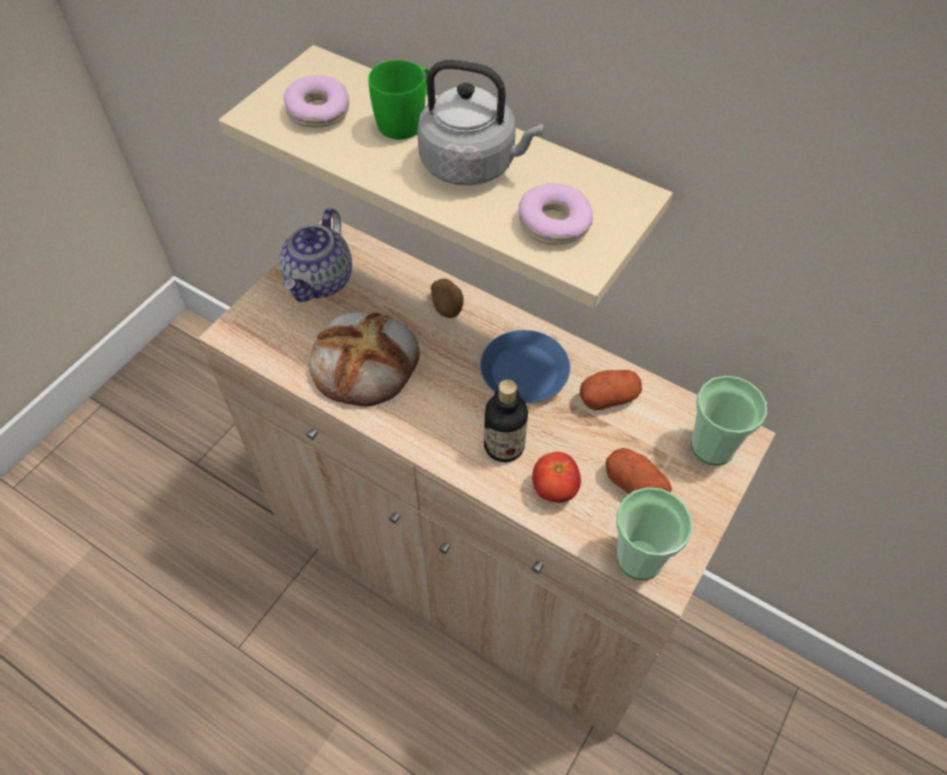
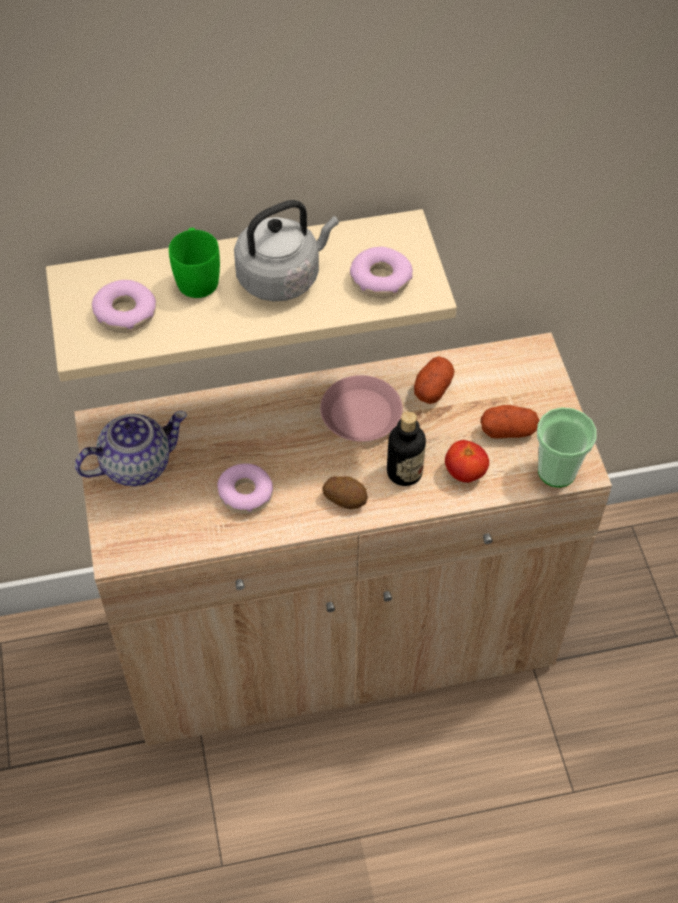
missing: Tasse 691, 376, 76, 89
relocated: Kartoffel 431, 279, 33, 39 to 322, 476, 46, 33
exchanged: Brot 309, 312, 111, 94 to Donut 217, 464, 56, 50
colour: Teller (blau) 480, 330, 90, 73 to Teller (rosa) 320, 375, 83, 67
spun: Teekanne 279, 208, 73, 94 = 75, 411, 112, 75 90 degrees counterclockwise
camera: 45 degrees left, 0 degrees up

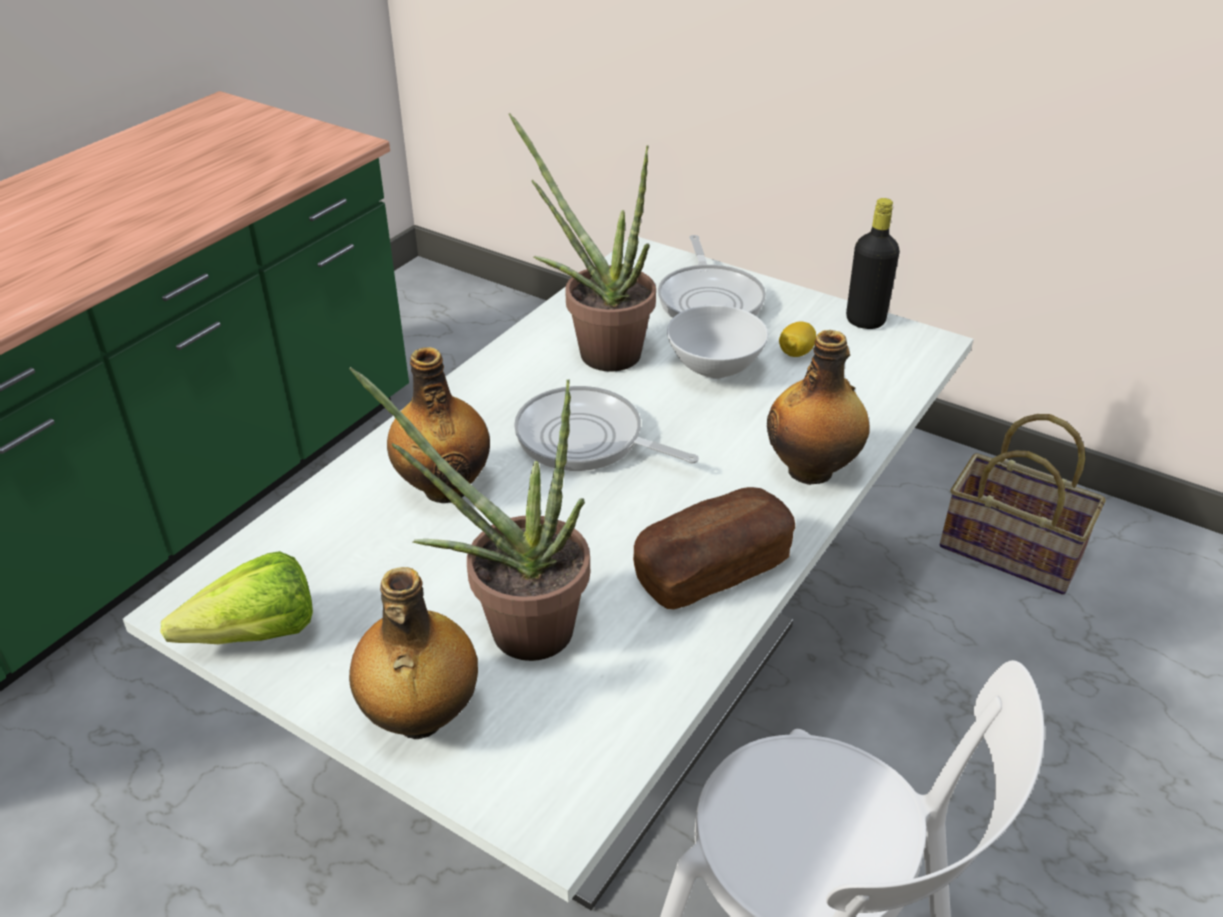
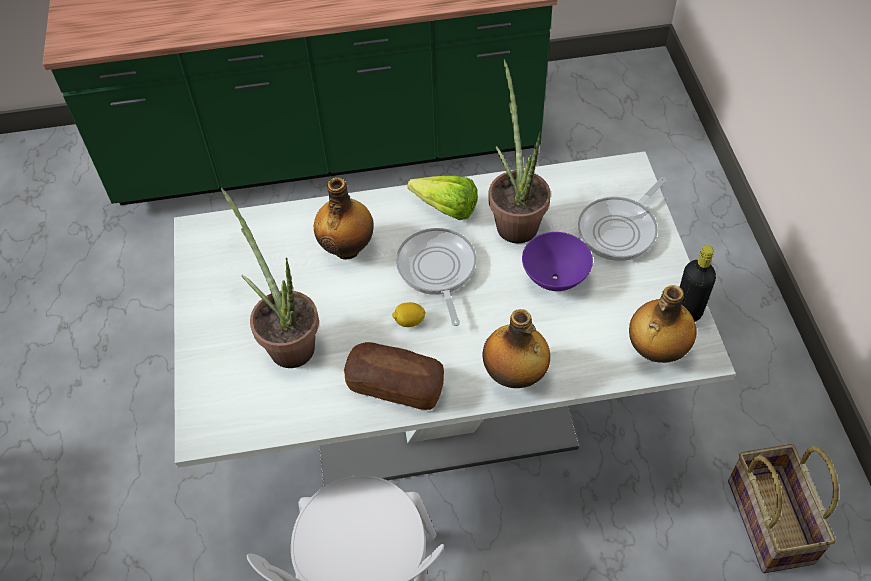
relocated: Zitrone 779, 321, 37, 36 to 392, 302, 34, 25; Salatkopf 161, 551, 152, 93 to 408, 176, 70, 44; Flasche 349, 567, 129, 172 to 629, 285, 68, 78
colour: Schüssel (weiß) 667, 305, 101, 74 to Schüssel (lila) 522, 232, 71, 59
camera: 50 degrees right, 15 degrees up

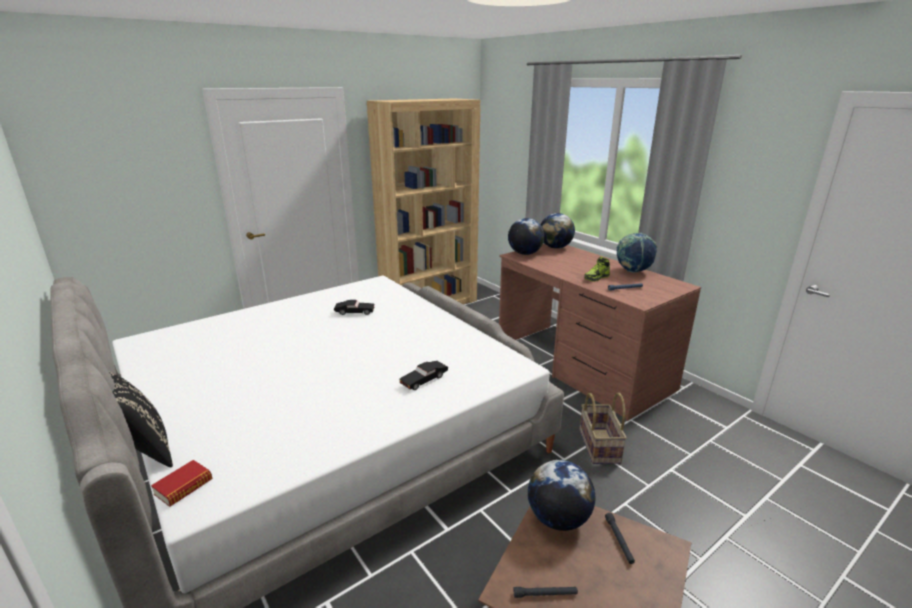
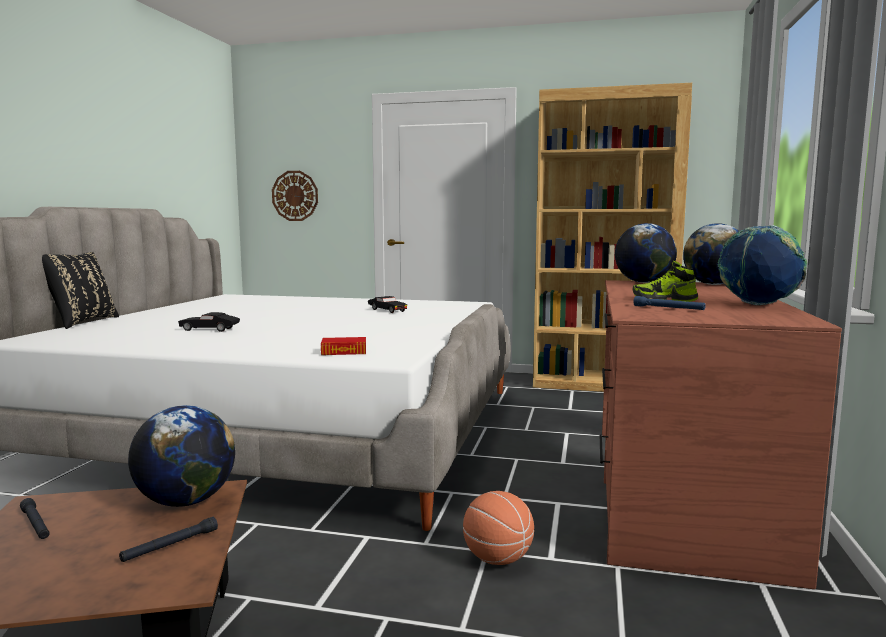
appeared: Wanduhr 272, 171, 46, 50
relocated: Spielzeugauto (schwarz) 399, 361, 49, 29 to 178, 312, 62, 20; Buch 151, 460, 62, 47 to 321, 337, 45, 18
exchanged: Korb 579, 393, 48, 71 to Basketball 463, 491, 71, 74
camera: 50 degrees right, 15 degrees down

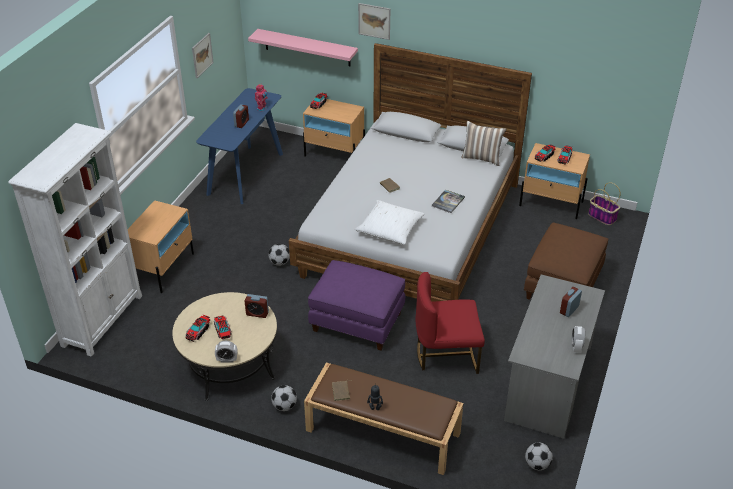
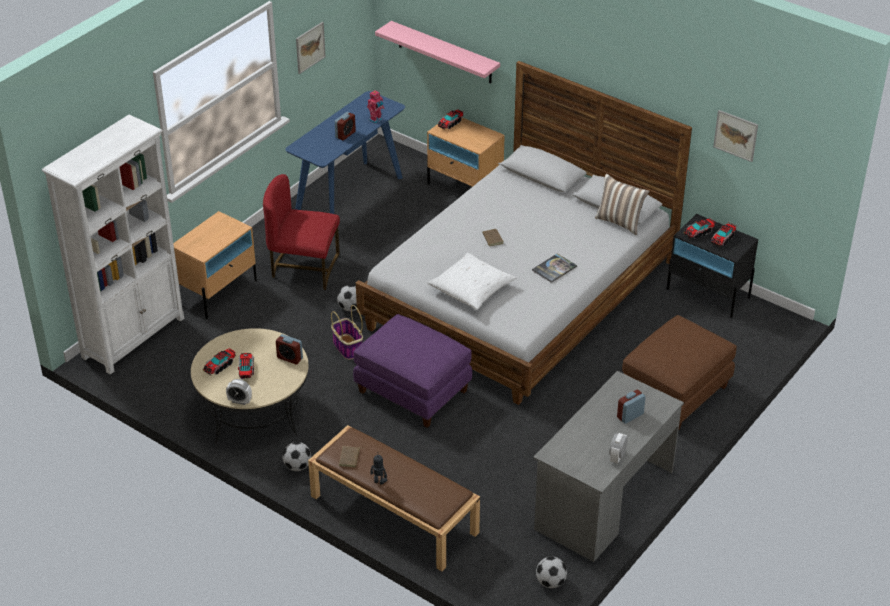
relocated: Bild 358, 3, 32, 37 to 713, 110, 45, 52; Korb 588, 182, 33, 43 to 331, 305, 32, 55; Stuhl (rot) 416, 272, 69, 102 to 263, 174, 77, 116
colour: Nachttisch (beige) 519, 143, 71, 76 to Nachttisch (schwarz) 666, 214, 92, 104
camera: 15 degrees right, 0 degrees up

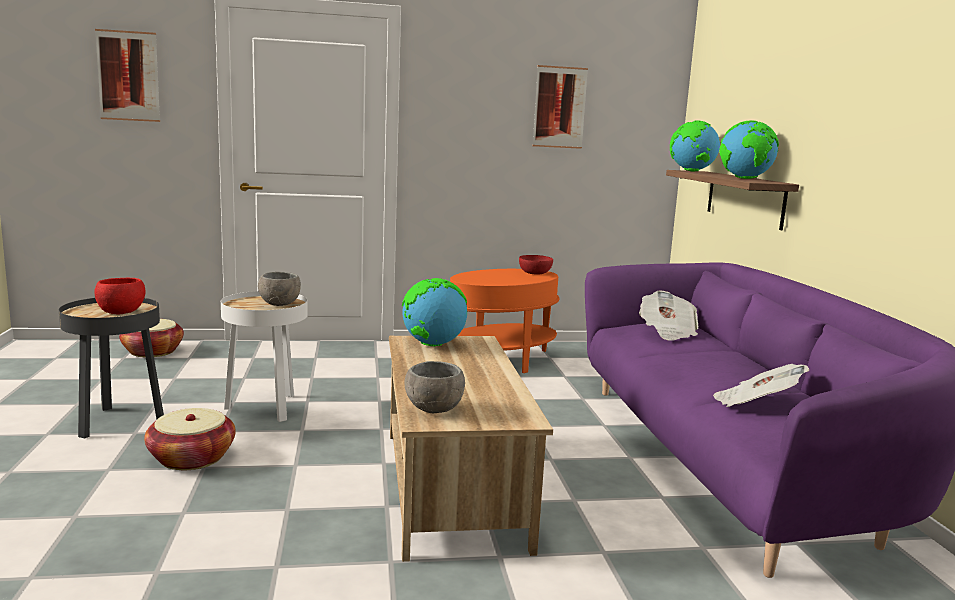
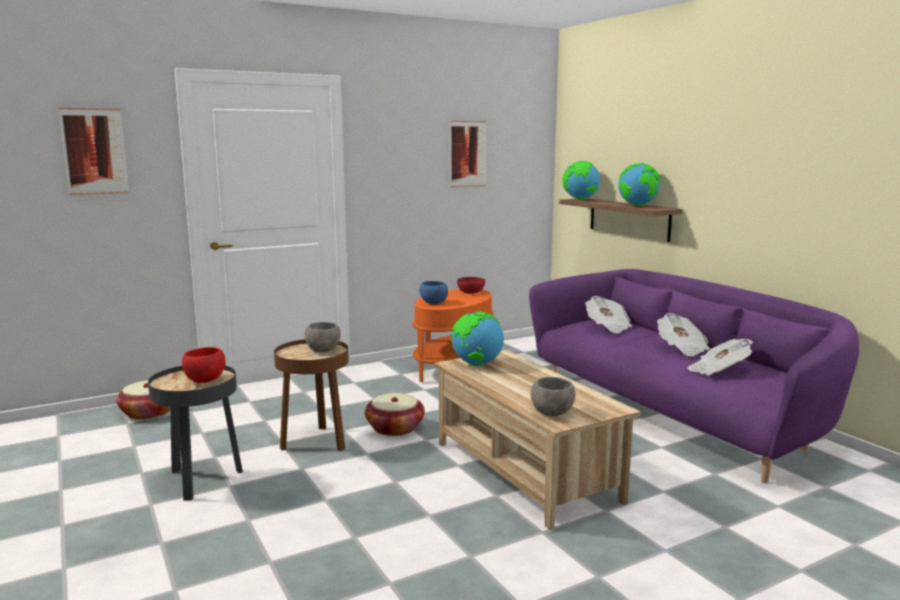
appeared: Schüssel (blau) 420, 281, 28, 23; Zeitung 657, 313, 53, 43
relocated: Korb 144, 408, 92, 62 to 365, 393, 60, 43
colour: Beistelltisch (weiß) 221, 291, 87, 131 to Beistelltisch (braun) 274, 339, 75, 112
camera: 20 degrees left, 0 degrees up

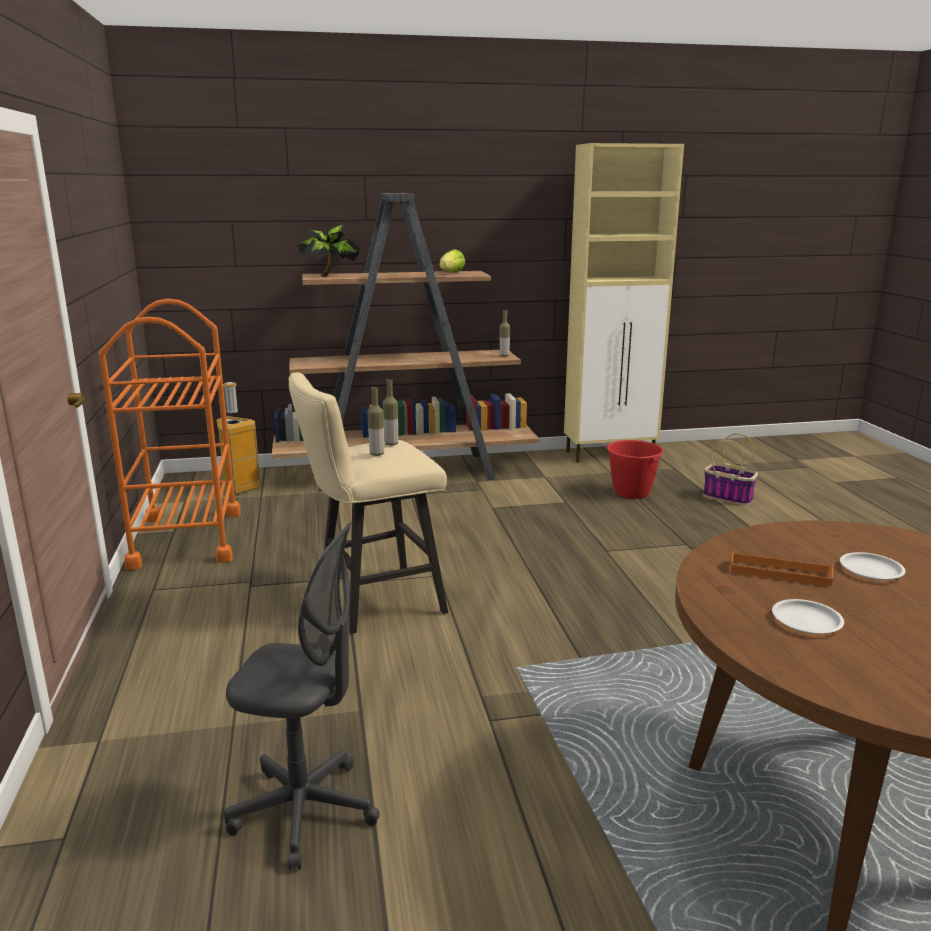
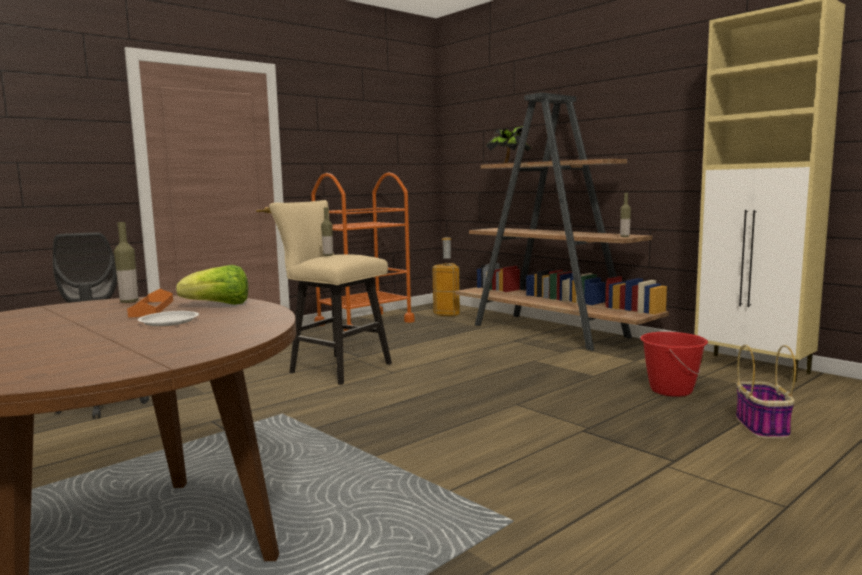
missing: Teller (weiß) 772, 599, 72, 35
relocated: Salatkopf 440, 249, 25, 23 to 176, 265, 72, 40; Flasche 382, 379, 16, 67 to 114, 222, 24, 81
camera: 60 degrees right, 10 degrees down

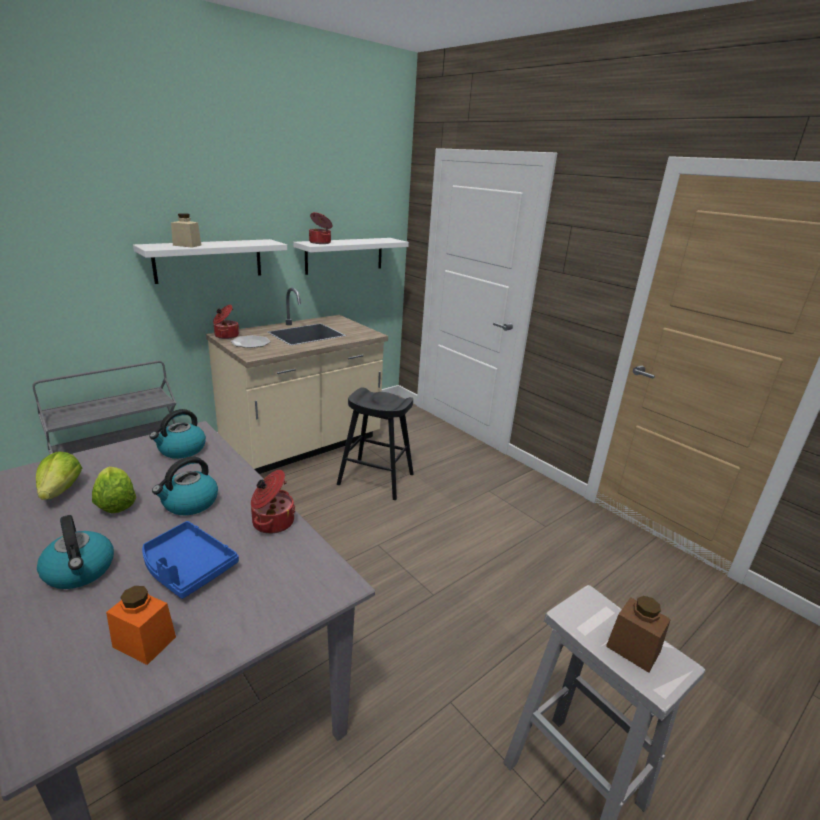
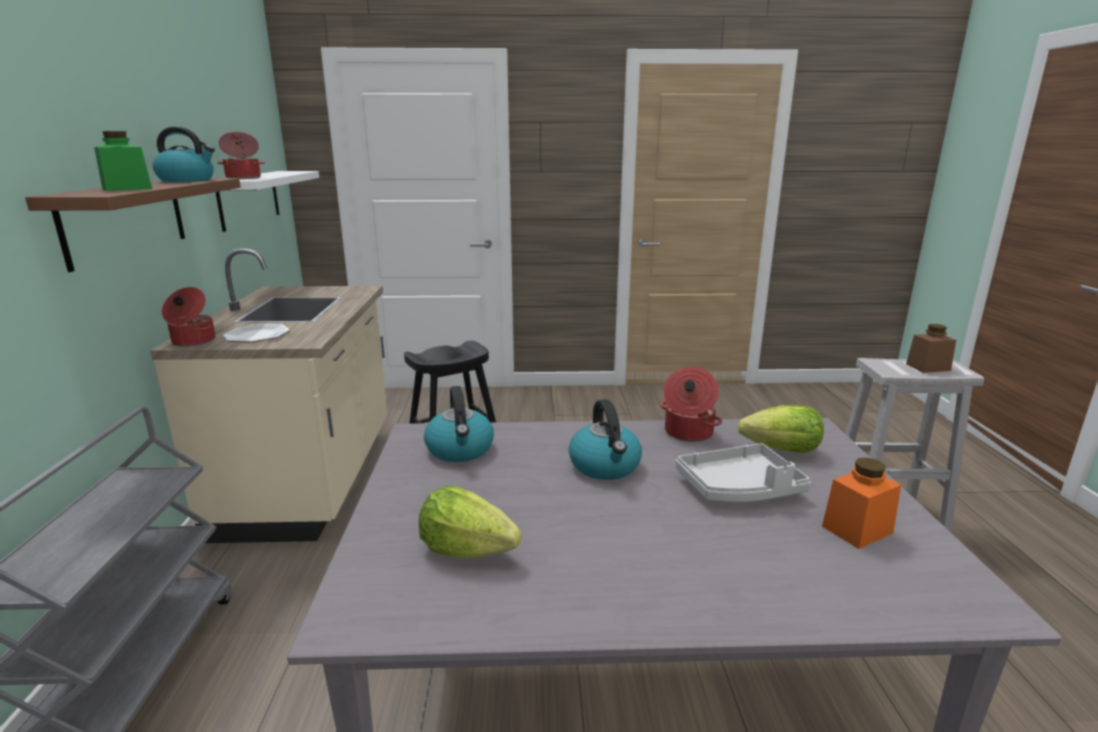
relocated: Salatkopf 92, 466, 44, 47 to 738, 405, 86, 48; Wasserkessel 37, 515, 77, 74 to 152, 127, 63, 55
colour: Vorratsglas (beige) 171, 213, 30, 35 to Vorratsglas (grün) 94, 131, 58, 60; Wandregal (weiß) 133, 239, 154, 45 to Wandregal (braun) 25, 178, 216, 94; Tablett (blau) 142, 521, 97, 78 to Tablett (grau) 676, 443, 135, 59
camera: 50 degrees left, 5 degrees down

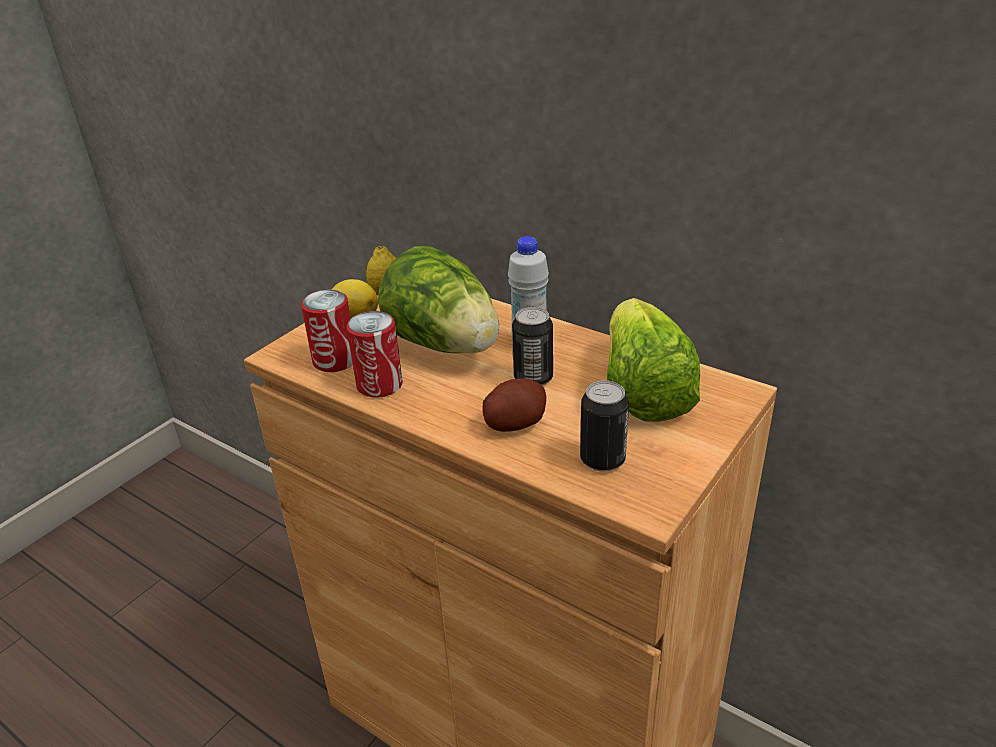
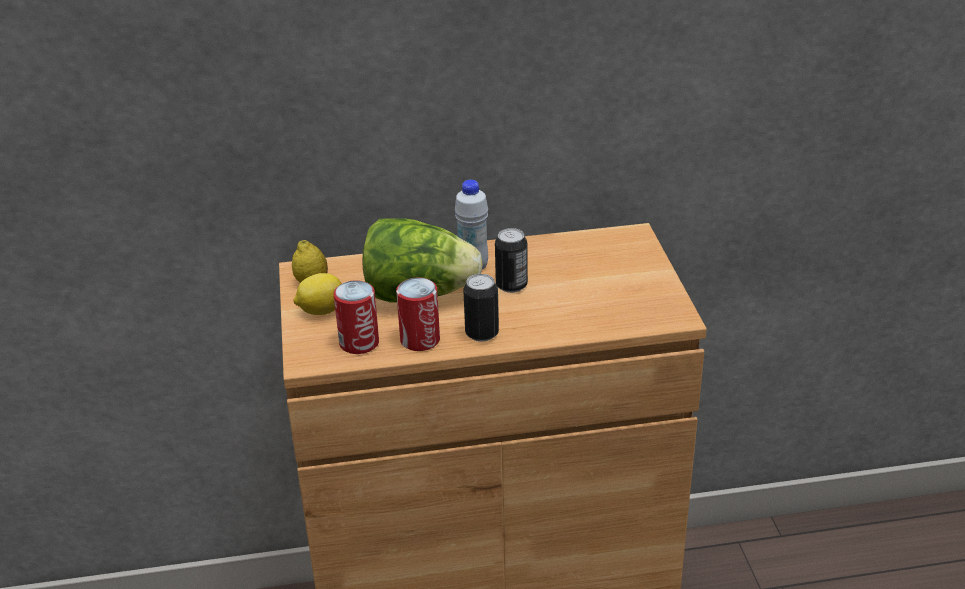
missing: Salatkopf 607, 298, 93, 124; Kartoffel 483, 379, 63, 53
relocated: Dose 580, 381, 49, 91 to 463, 274, 36, 68
camera: 45 degrees left, 0 degrees up

